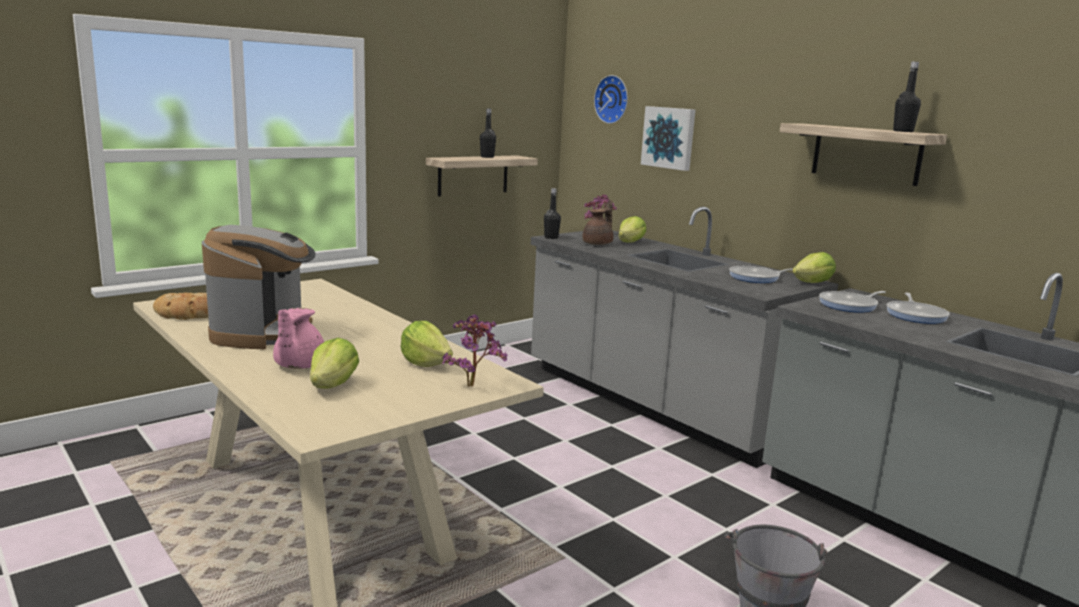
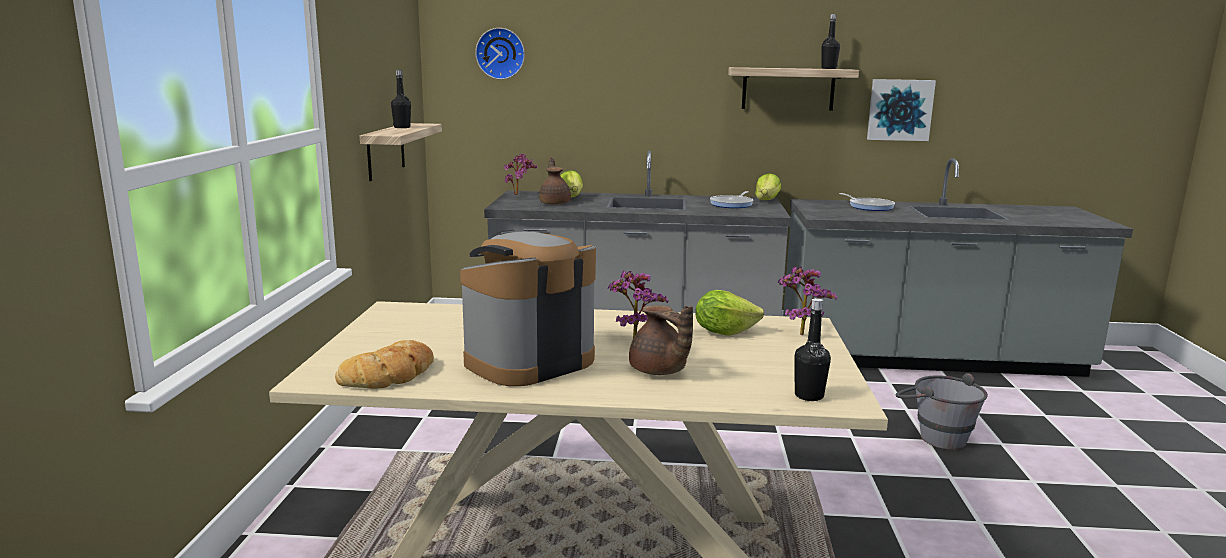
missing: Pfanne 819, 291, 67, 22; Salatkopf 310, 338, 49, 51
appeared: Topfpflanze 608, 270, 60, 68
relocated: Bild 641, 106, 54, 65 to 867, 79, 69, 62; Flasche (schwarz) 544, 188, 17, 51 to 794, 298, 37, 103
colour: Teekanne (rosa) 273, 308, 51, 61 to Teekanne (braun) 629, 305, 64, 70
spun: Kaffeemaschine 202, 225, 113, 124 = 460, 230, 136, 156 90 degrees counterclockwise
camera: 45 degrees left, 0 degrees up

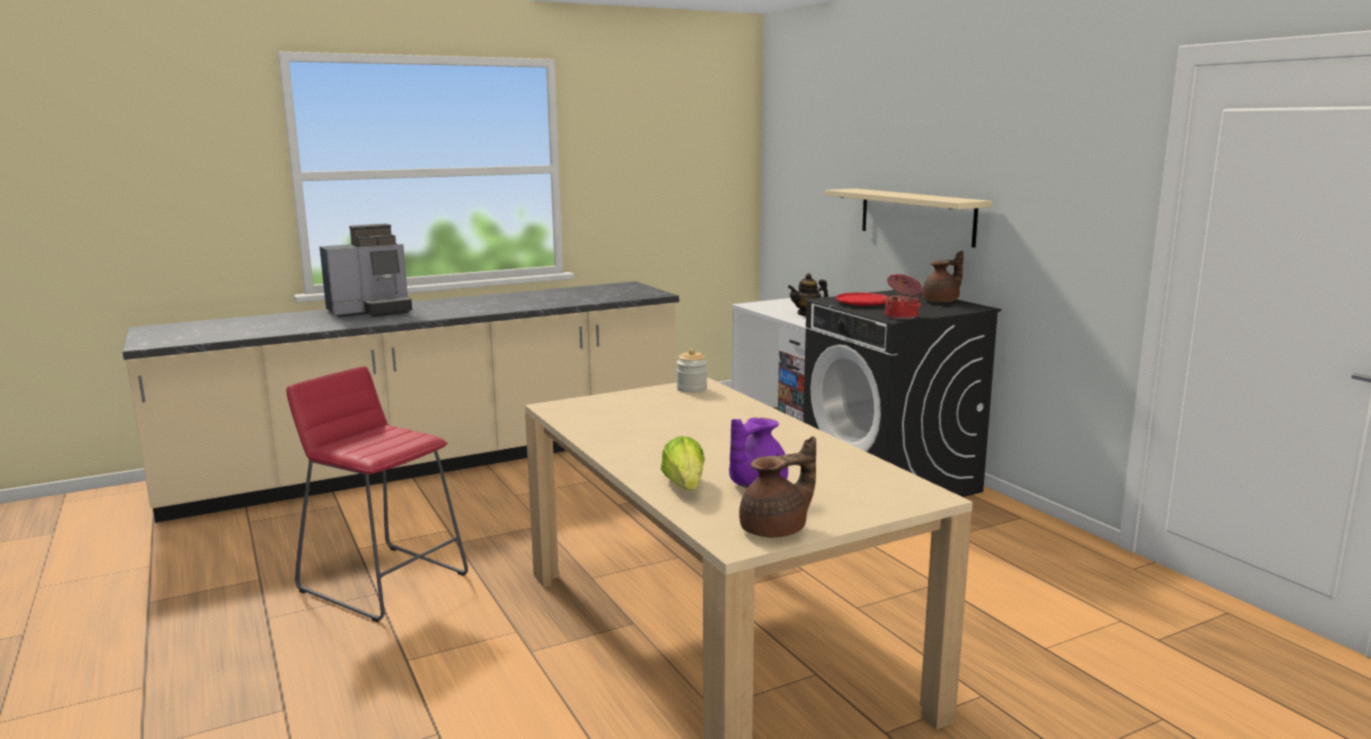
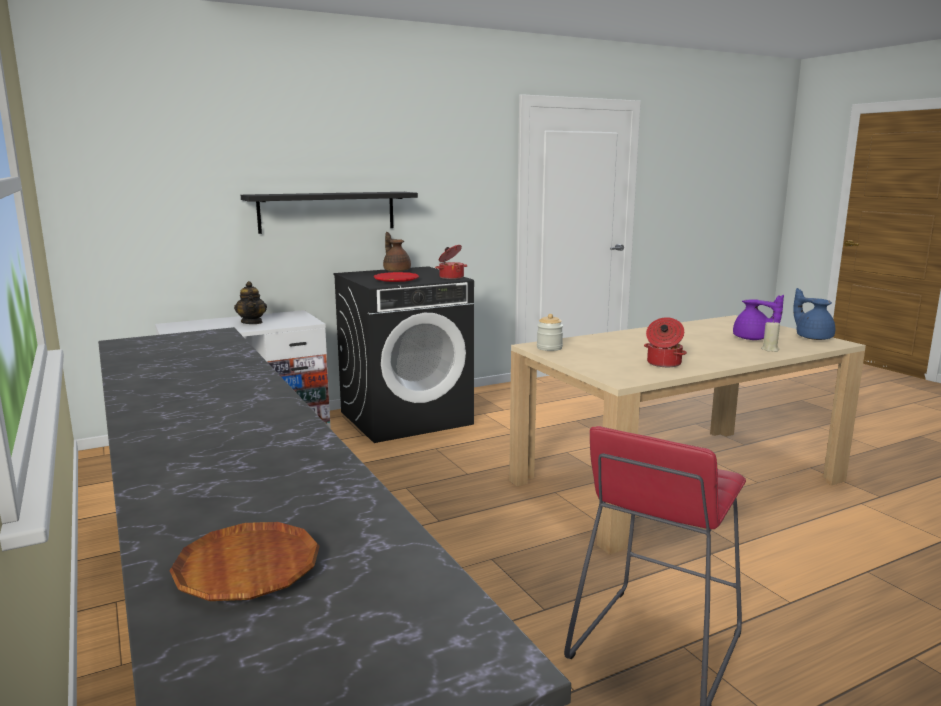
missing: Kaffeemaschine 319, 224, 93, 93
appeared: Kochtopf 644, 317, 43, 50; Teller (braun) 169, 522, 151, 79
exchanged: Salatkopf 661, 436, 44, 54 to Kerze (beige) 761, 320, 19, 32
colour: Wandregal (beige) 825, 188, 167, 60 to Wandregal (schwarz) 241, 192, 177, 42; Teekanne (braun) 739, 436, 77, 102 to Teekanne (blau) 793, 288, 42, 52
camera: 90 degrees left, 0 degrees up

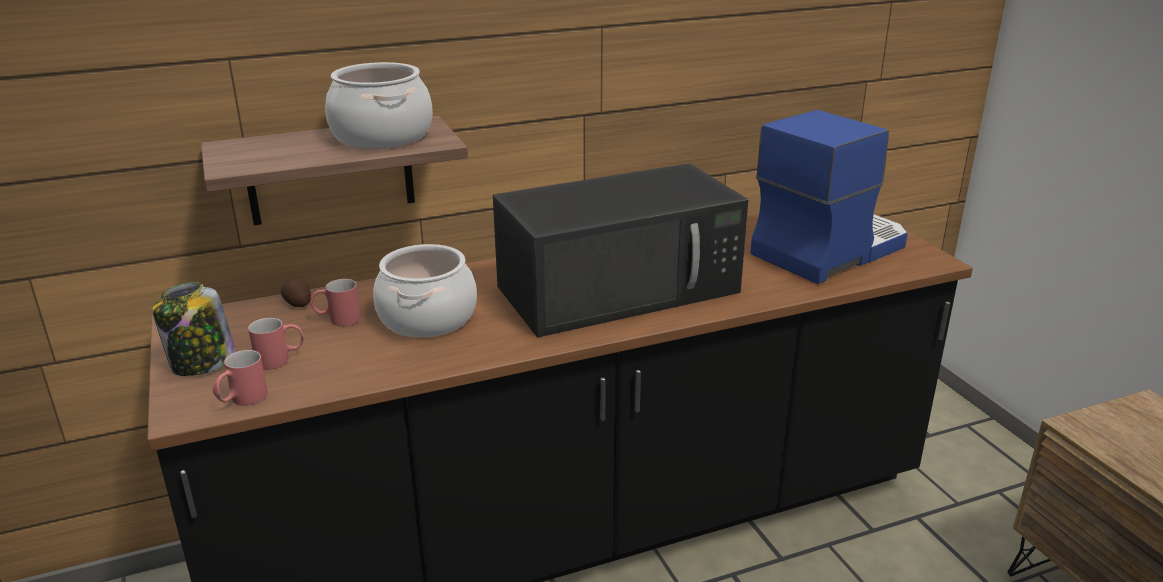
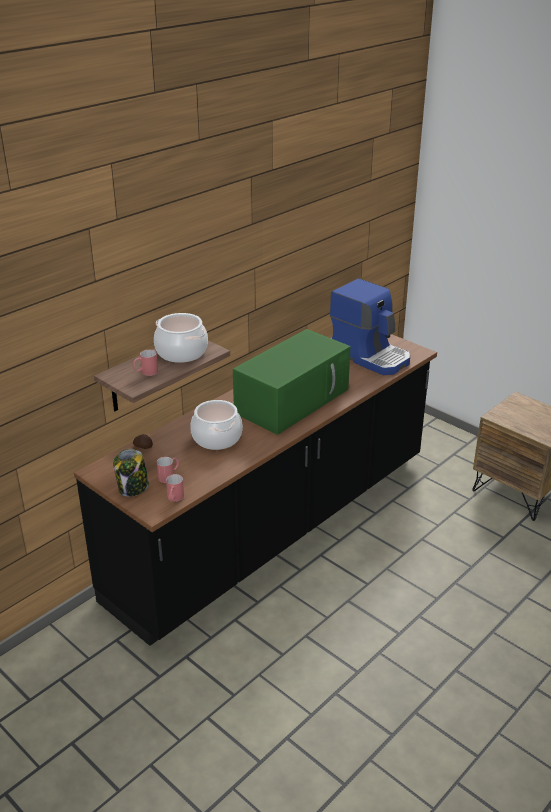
relocated: Henkelbecher (rot) 311, 279, 50, 47 to 132, 350, 26, 26
colour: Mikrowelle (schwarz) 493, 163, 255, 174 to Mikrowelle (grün) 233, 329, 118, 106
spun: Kaffeemaschine 750, 110, 158, 174 = 330, 278, 80, 97 105 degrees clockwise
camera: 25 degrees left, 5 degrees up

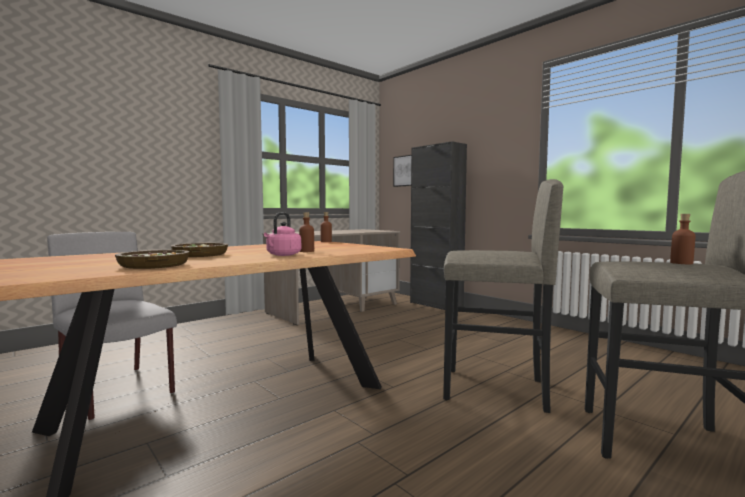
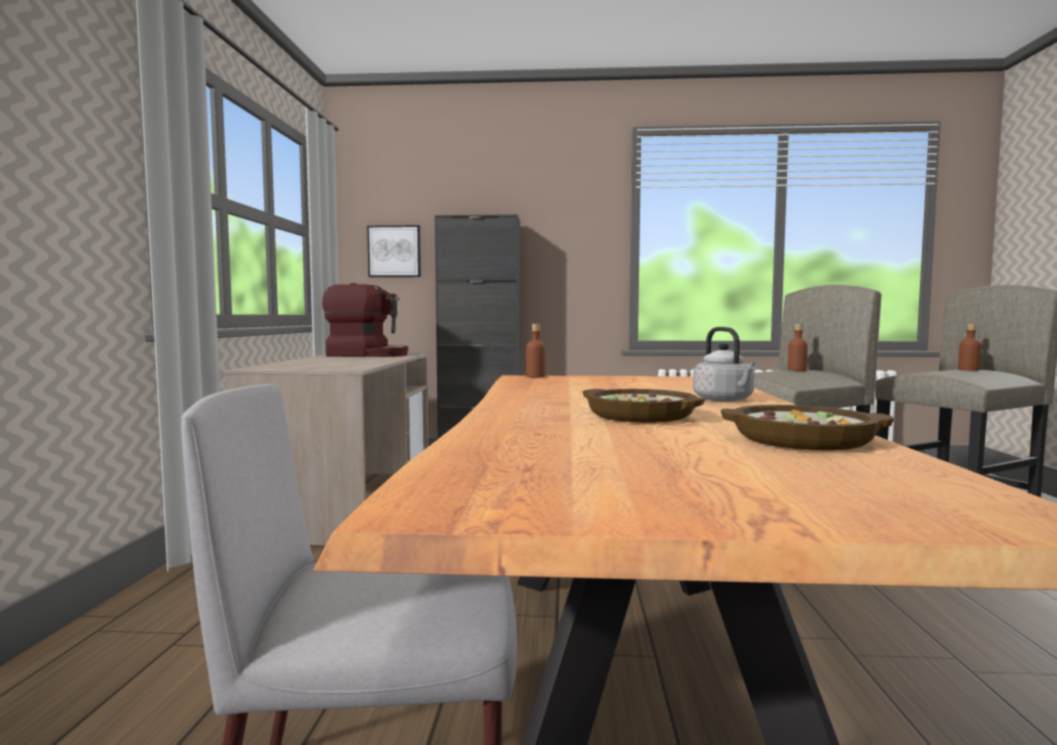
appeared: Kaffeemaschine 322, 283, 86, 74
relocated: Flasche (braun) 299, 212, 15, 40 to 788, 324, 20, 47
colour: Wasserkessel (rosa) 264, 212, 37, 44 to Wasserkessel (grau) 693, 327, 63, 75
camera: 45 degrees left, 0 degrees up

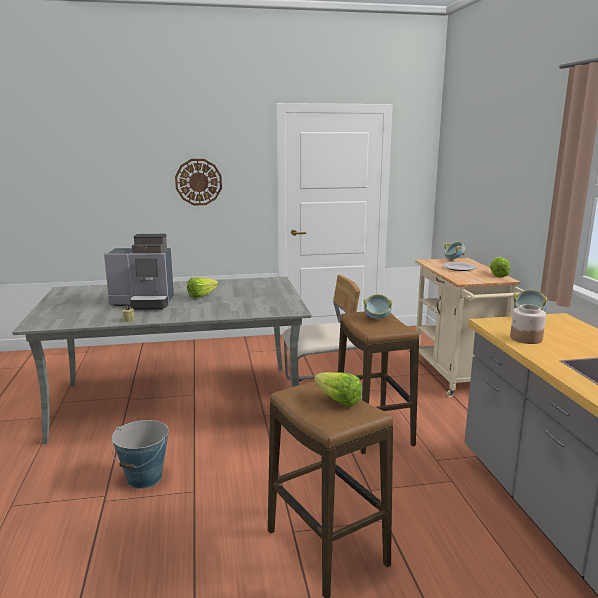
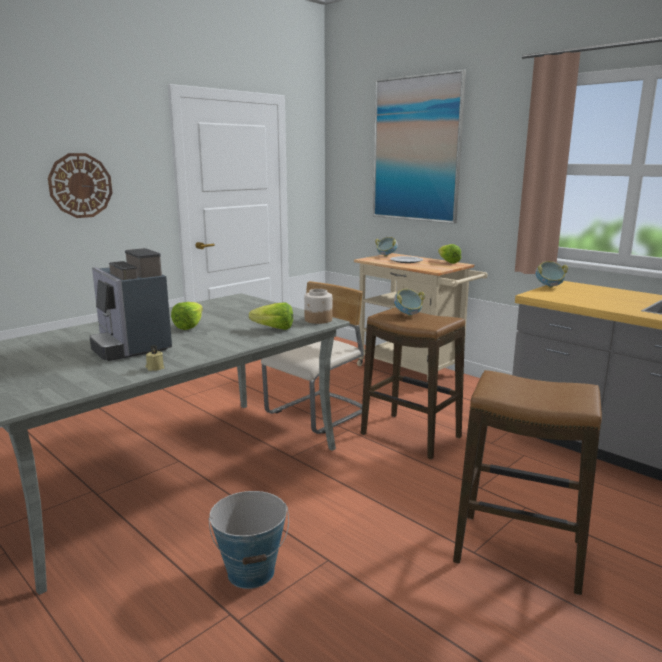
appeared: Bild 373, 69, 93, 155
relocated: Vorratsglas 510, 304, 36, 40 to 304, 289, 28, 35; Salatkopf 314, 372, 48, 35 to 249, 303, 44, 27
spun: Kaffeemaschine 104, 234, 70, 76 = 90, 248, 82, 113 90 degrees clockwise
camera: 35 degrees left, 0 degrees up

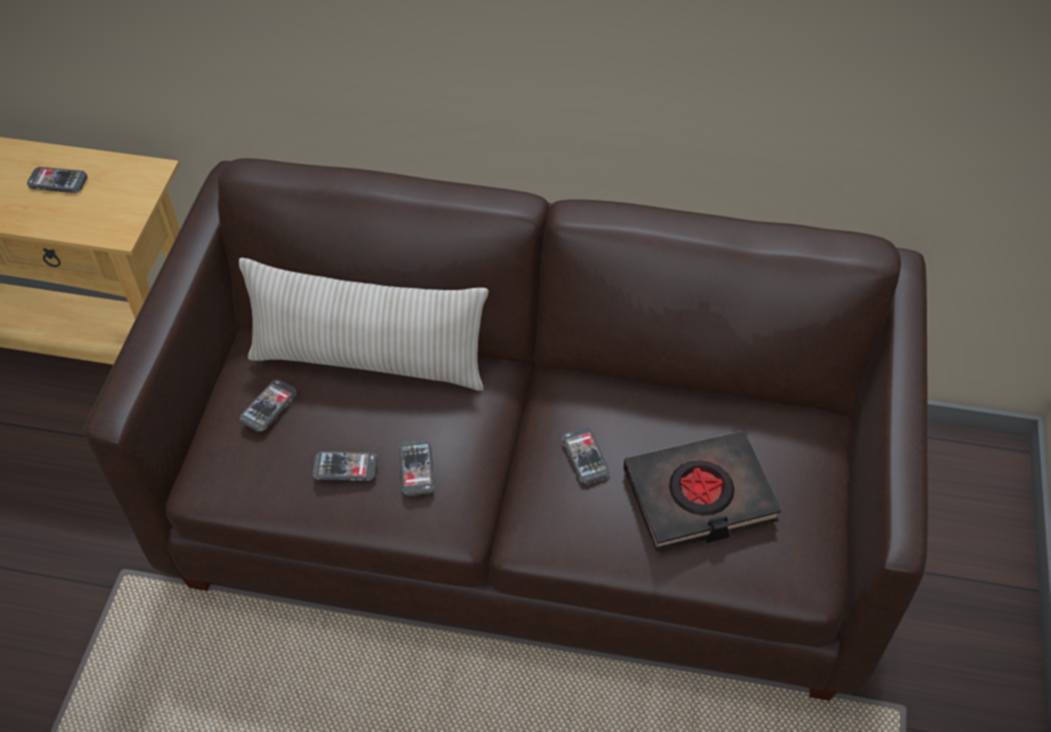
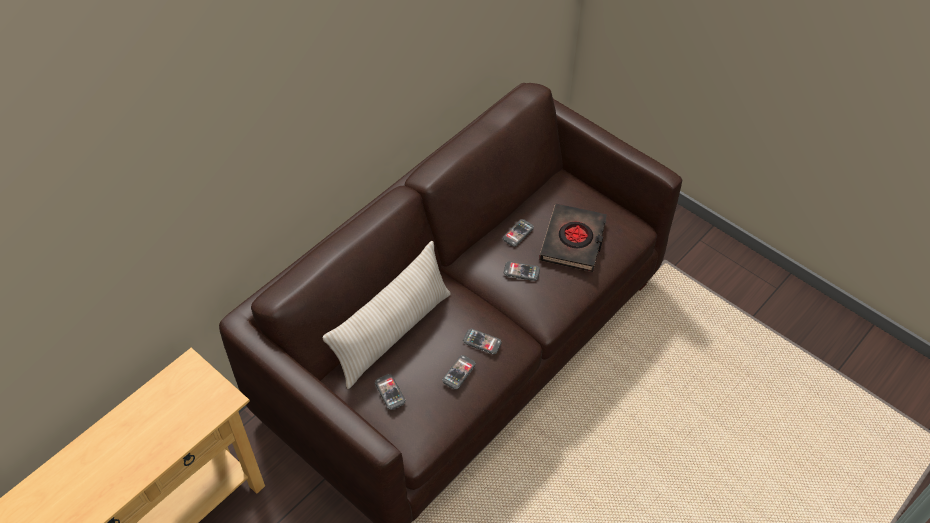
relocated: Handy 27, 167, 61, 26 to 503, 219, 31, 28
camera: 60 degrees left, 0 degrees up

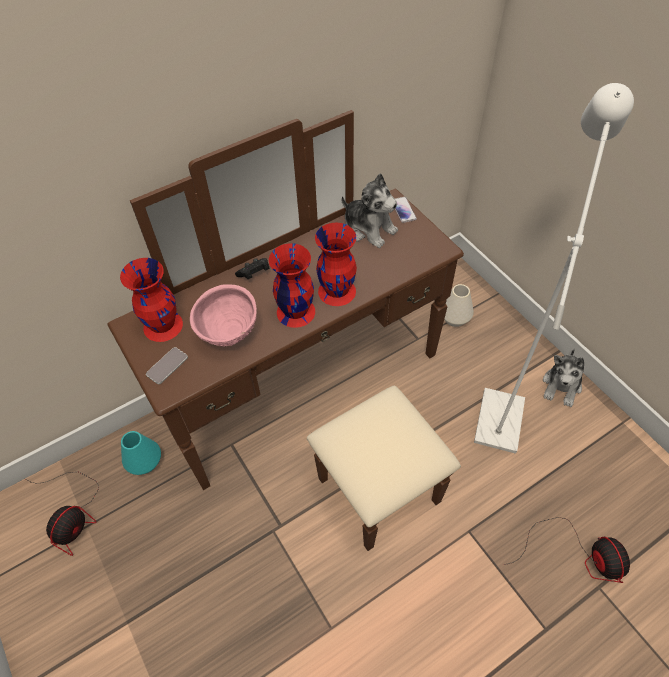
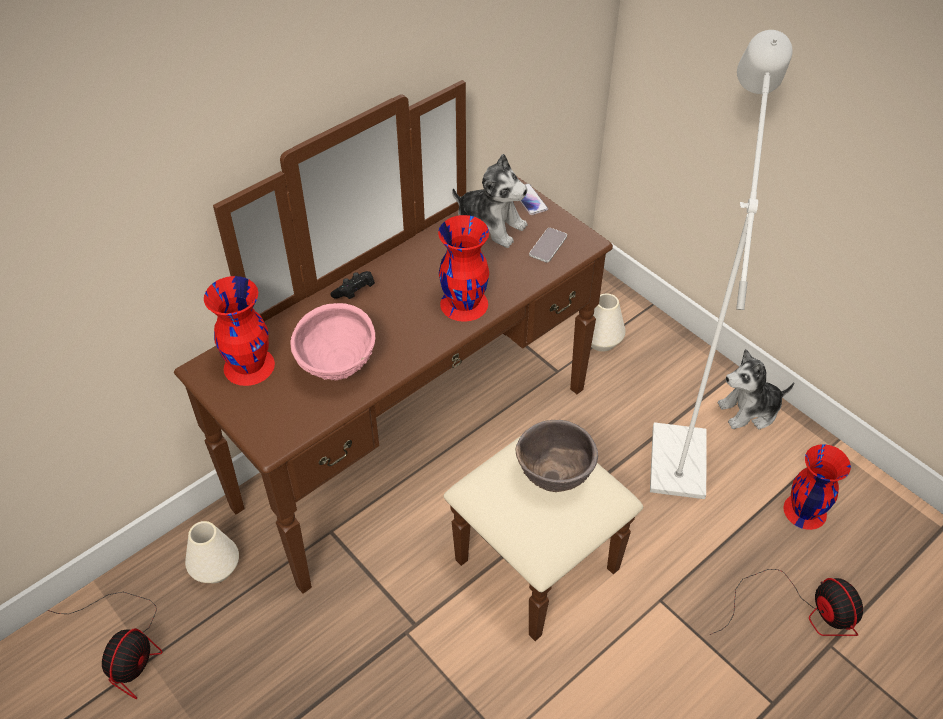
appeared: Schüssel (braun) 515, 420, 83, 72
relocated: Vase (rot) 269, 243, 46, 85 to 784, 444, 67, 86; Handy 146, 347, 42, 37 to 529, 228, 38, 34
colour: Vase (türkis) 121, 431, 40, 44 to Vase (weiß) 185, 521, 54, 62
spun: Plüschtier 543, 348, 41, 59 = 717, 349, 77, 80 60 degrees clockwise
camera: 10 degrees left, 5 degrees down

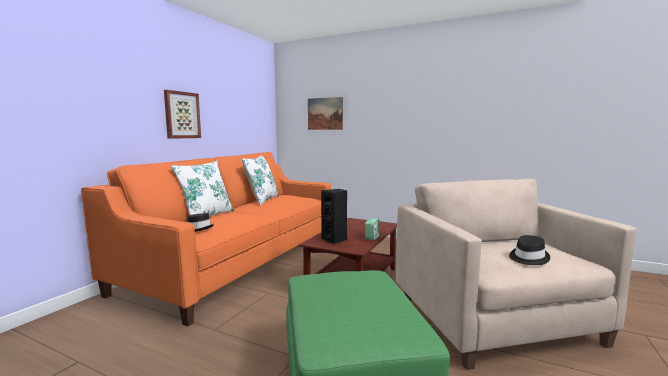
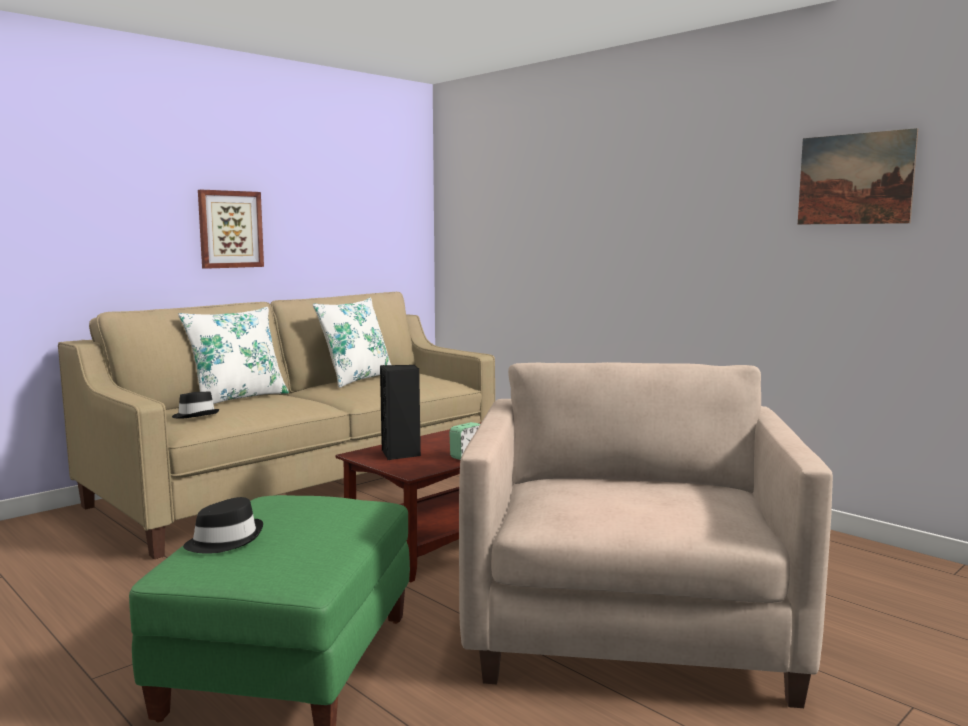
relocated: Bild 308, 97, 35, 33 to 798, 128, 120, 96; Hut (schwarz) 509, 235, 41, 30 to 183, 497, 80, 57
colour: Sofa (orange) 81, 152, 250, 174 to Sofa (beige) 58, 292, 437, 267
camera: 20 degrees right, 0 degrees up

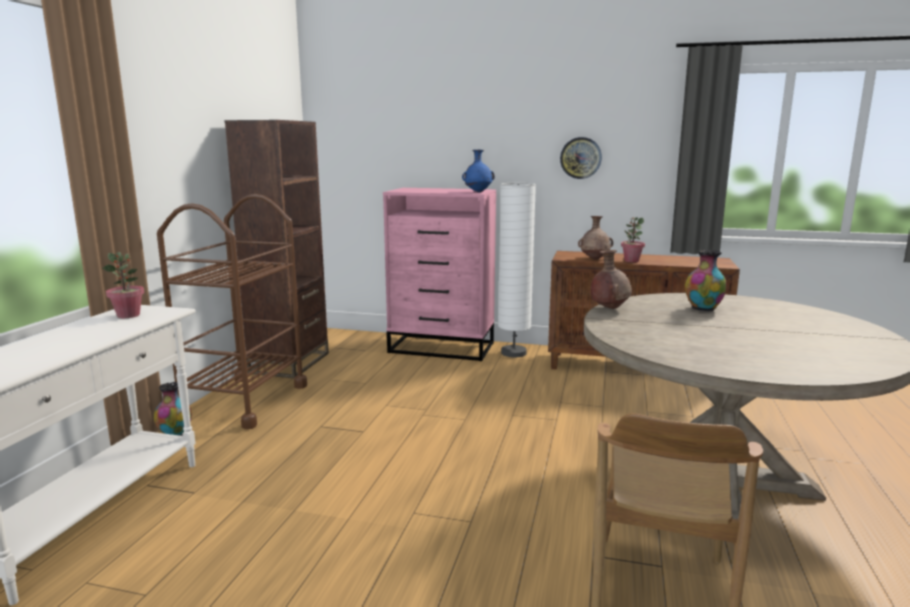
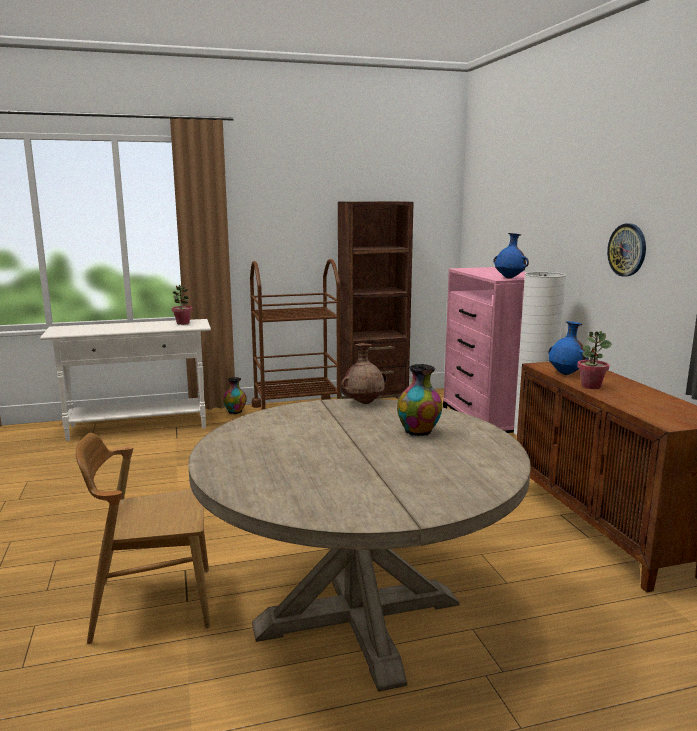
colour: Vase (braun) 578, 216, 35, 44 to Vase (blau) 548, 321, 41, 54
camera: 60 degrees right, 0 degrees up

